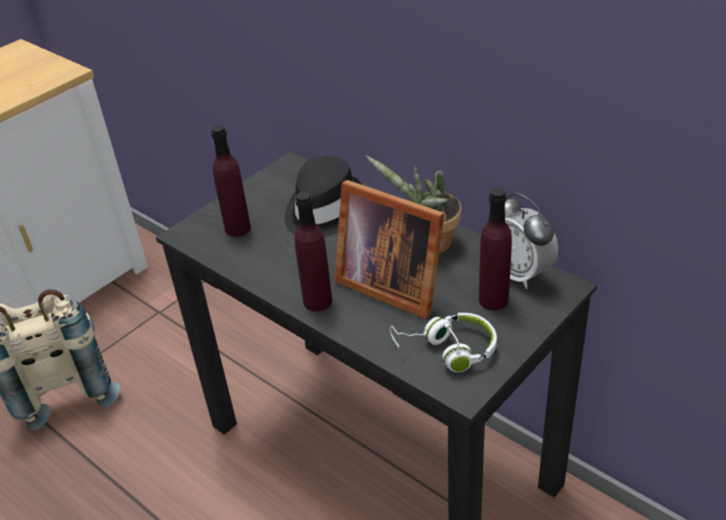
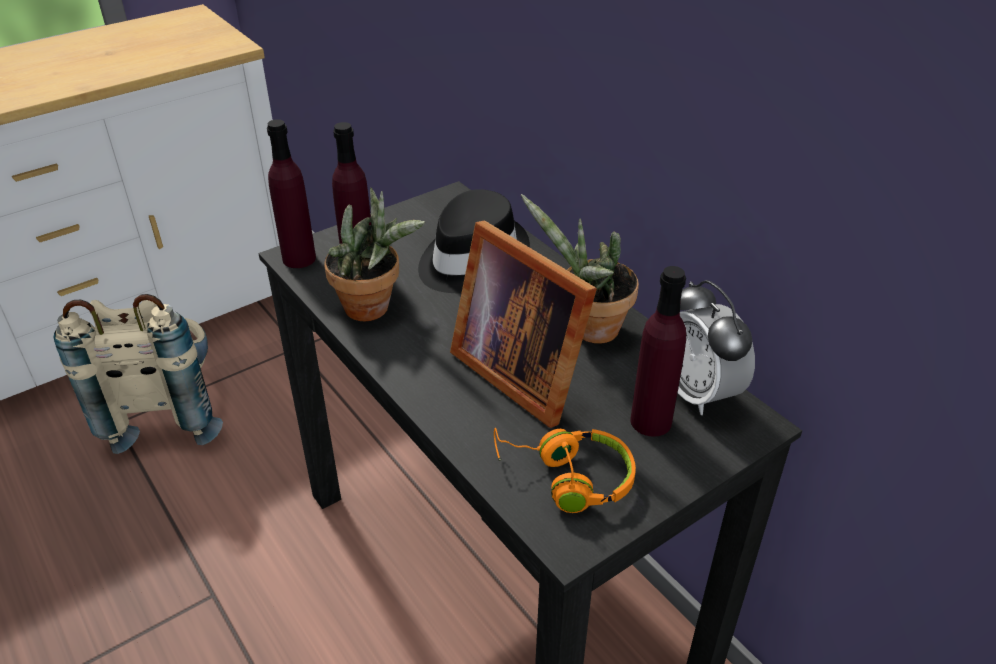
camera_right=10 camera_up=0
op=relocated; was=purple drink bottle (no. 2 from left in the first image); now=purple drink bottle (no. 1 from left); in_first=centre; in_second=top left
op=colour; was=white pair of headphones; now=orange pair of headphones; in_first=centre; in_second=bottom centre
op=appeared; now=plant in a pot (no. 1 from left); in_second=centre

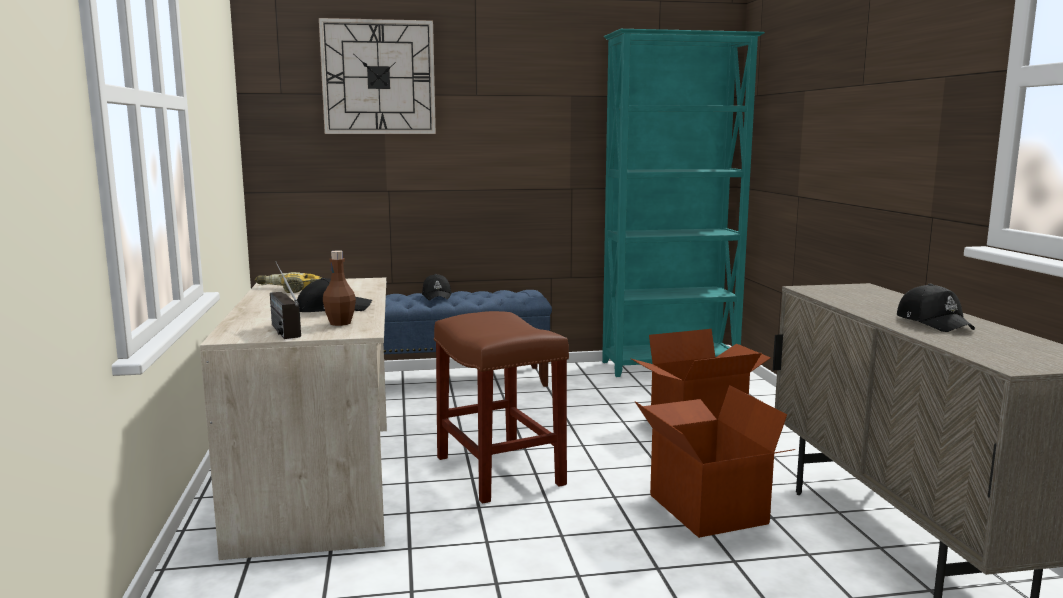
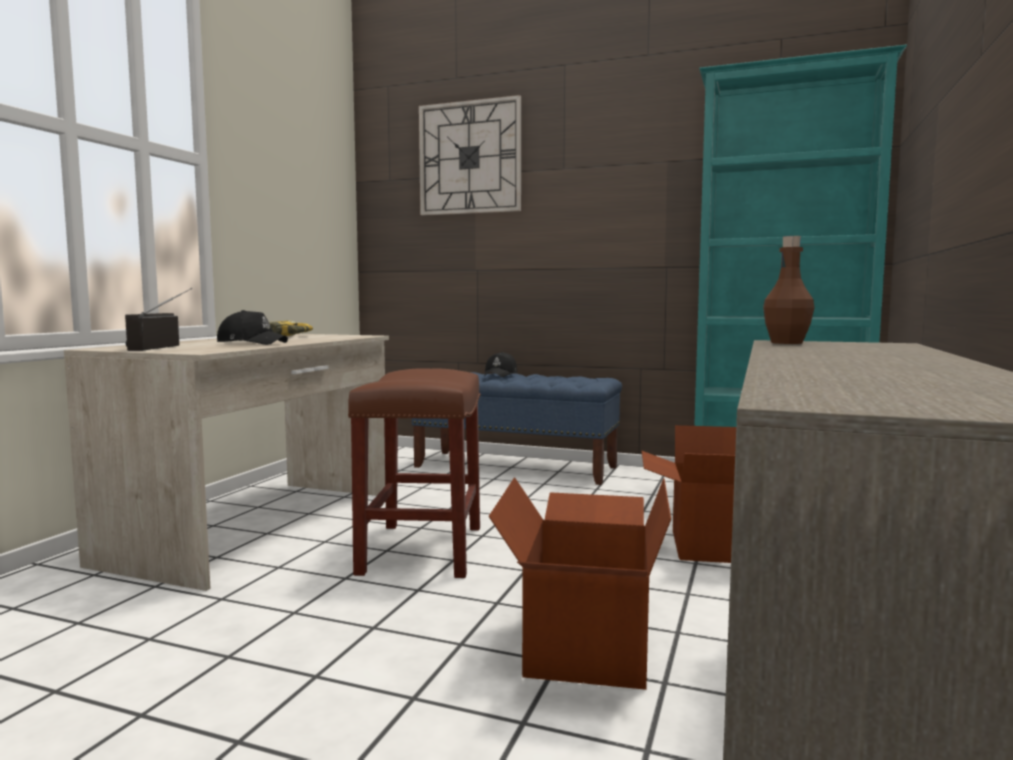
camera_right=30 camera_up=-5
op=relocated; was=brown-coloured drink bottle; in_first=middle left; in_second=middle right
op=missing; was=black cap (no. 3 from left); in_first=middle right

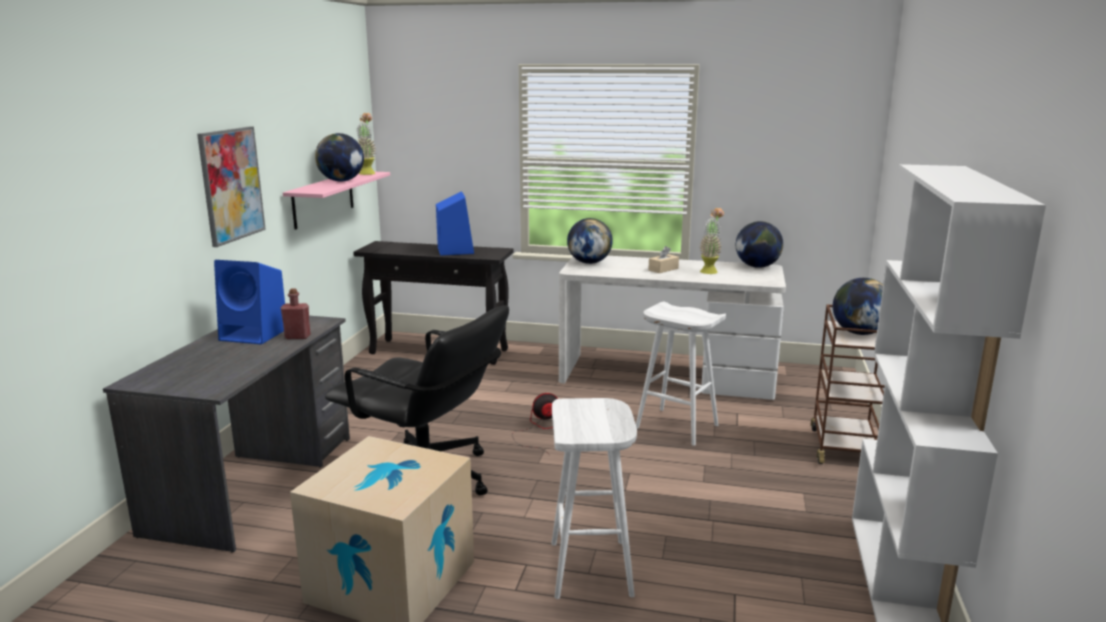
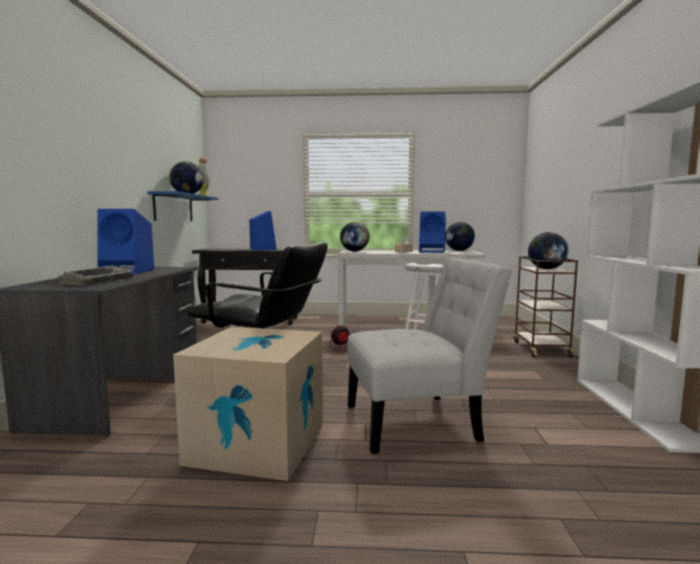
camera_right=-10 camera_up=-10
op=missing; was=wall picture; in_first=top left
op=missing; was=red-coloured drink bottle; in_first=middle left
op=colour; was=pinkish wall shelf; now=blue wall shelf; in_first=top left; in_second=middle left
op=exchanged; was=white stool seat (no. 1 from left); now=white plain chair; in_first=bottom centre; in_second=centre
op=exchanged; was=plant in a pot (no. 2 from left); now=blue loudspeaker (no. 3 from left); in_first=centre; in_second=centre
op=appeared; now=PC keyboard; in_second=middle left

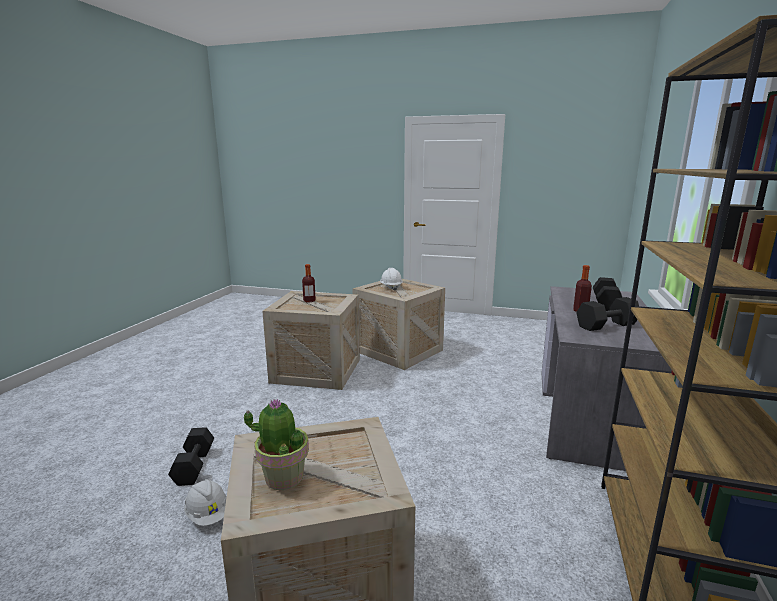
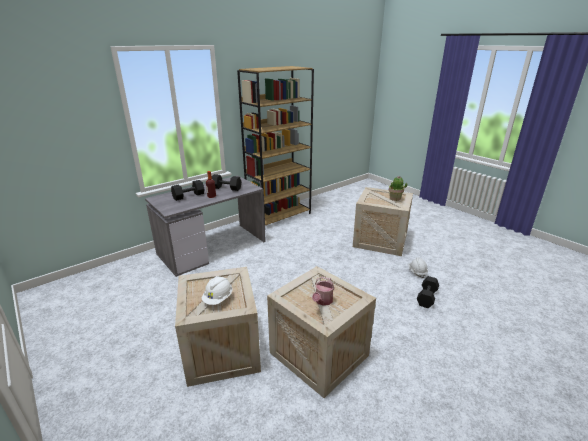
camera_right=-145 camera_up=10
op=exchanged; was=drink bottle (no. 1 from left); now=watering can; in_first=centre; in_second=centre

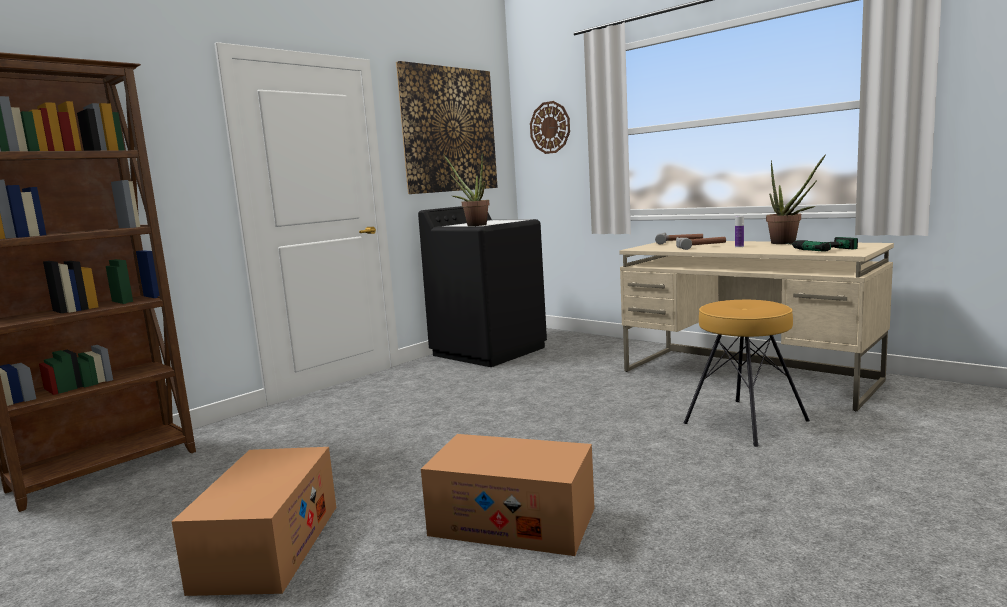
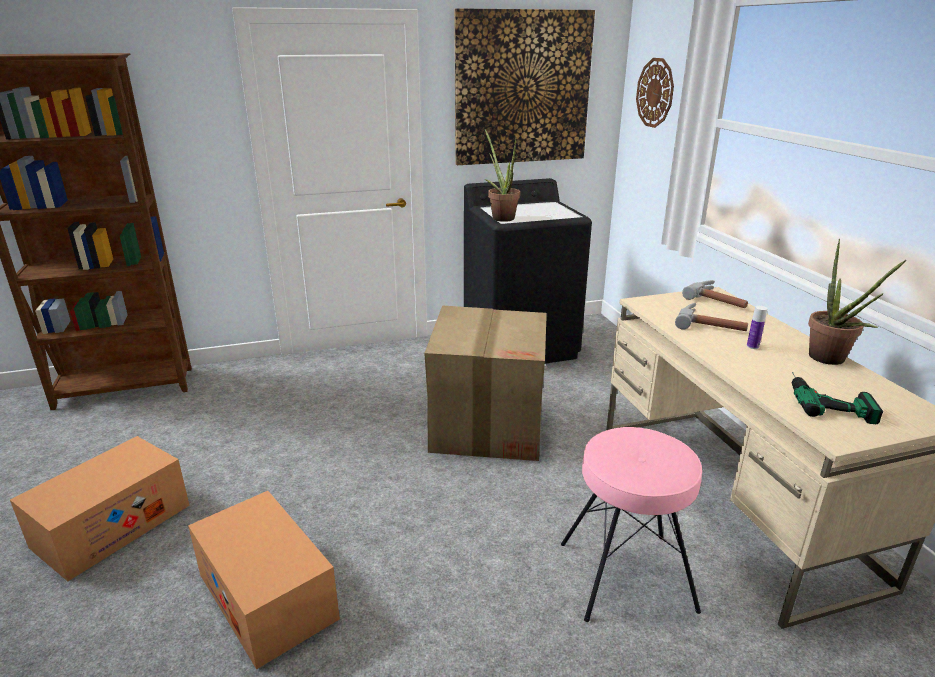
camera_right=30 camera_up=15
op=colour; was=brown-coloured stool seat; now=pinkish stool seat; in_first=middle right; in_second=bottom right
op=appeared; now=cardboard box (no. 3 from left); in_second=centre

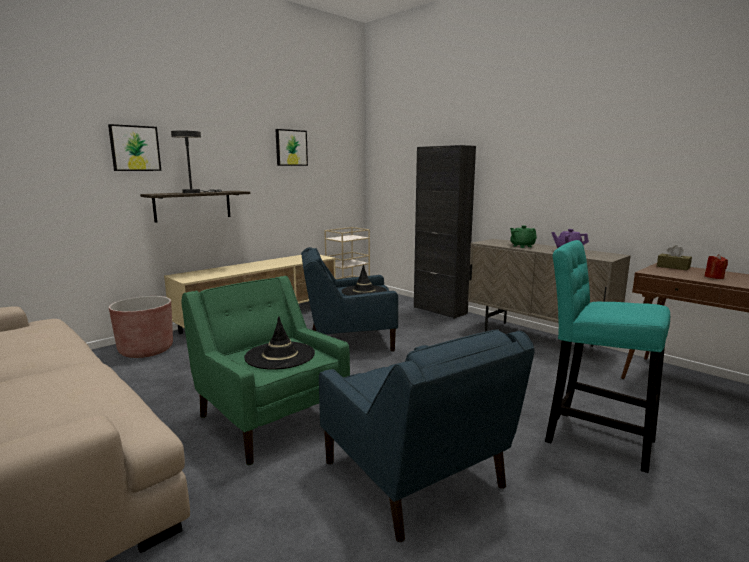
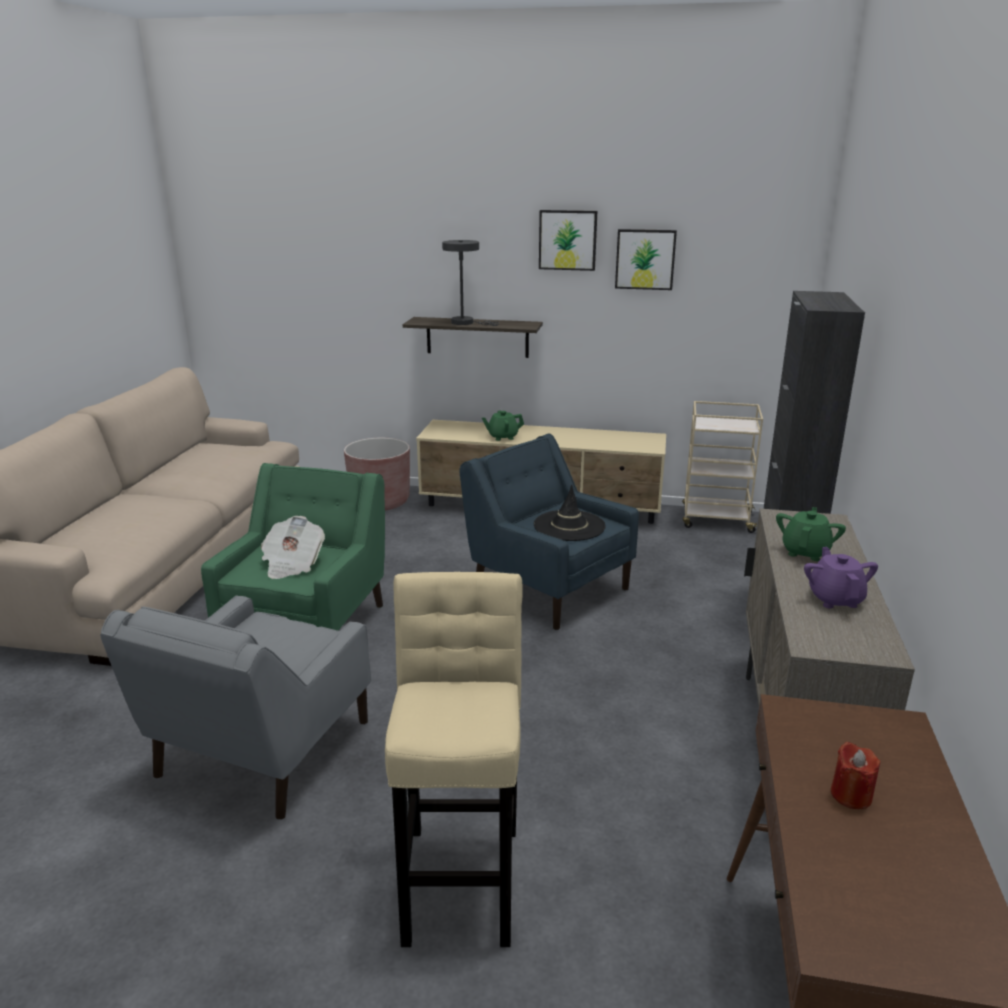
camera_right=55 camera_up=10
op=relocated; was=wall picture (no. 1 from left); in_first=top left; in_second=top centre
op=exchanged; was=black hat (no. 1 from left); now=newspaper; in_first=centre; in_second=middle left
op=colour; was=blue lounge chair (no. 2 from left); now=greyish lounge chair; in_first=bottom centre; in_second=bottom left
op=colour; was=turquoise stool seat; now=beige stool seat; in_first=middle right; in_second=bottom centre
op=missing; was=brown-coloured tissue box; in_first=middle right
op=appeared; now=greenish tea pot (no. 1 from left); in_second=centre

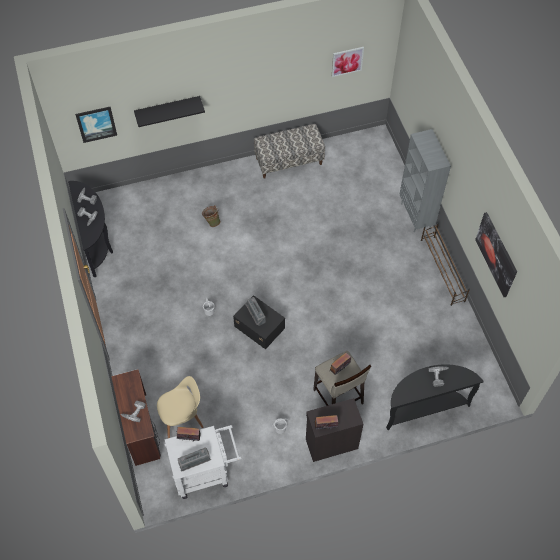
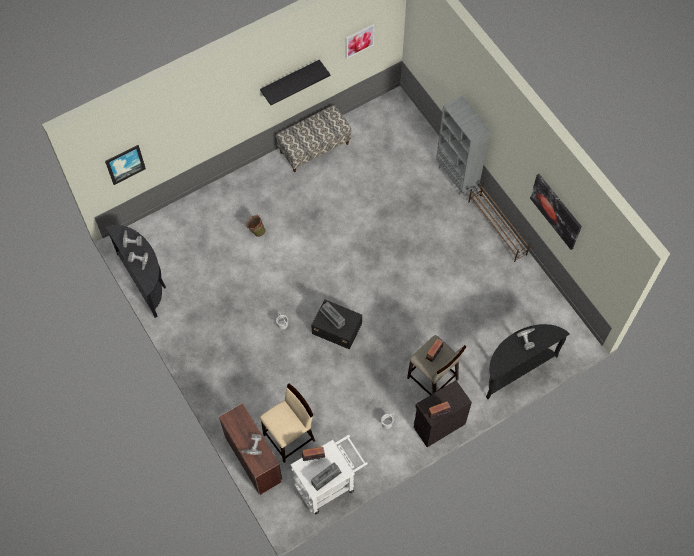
camera_right=-15 camera_up=5
op=relocated; was=black wall shelf; in_first=top left; in_second=top centre
op=exchanged; was=beige plain chair; now=beige stool seat (no. 1 from left); in_first=bottom left; in_second=bottom centre

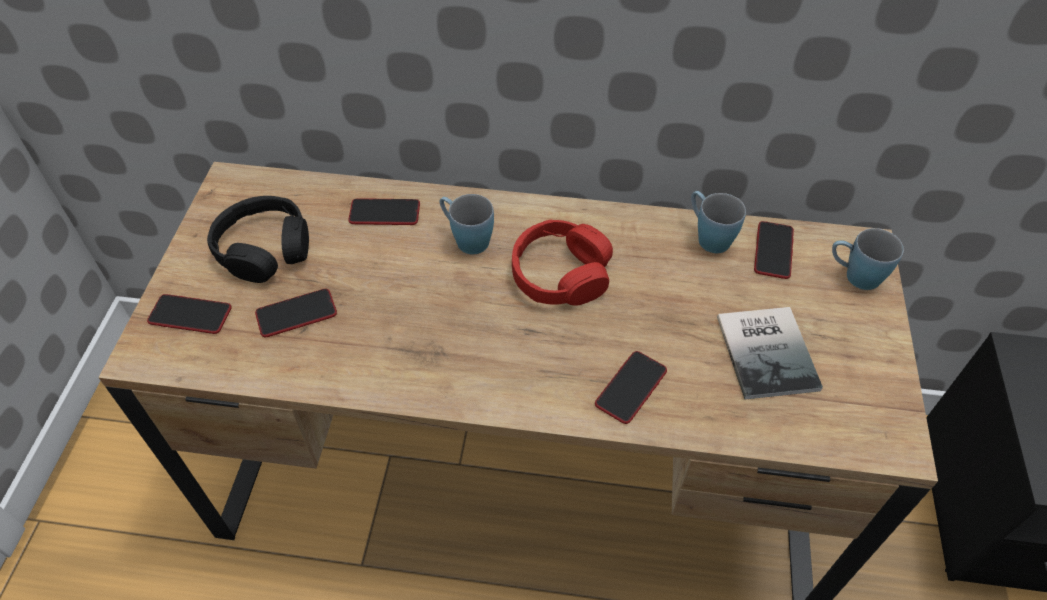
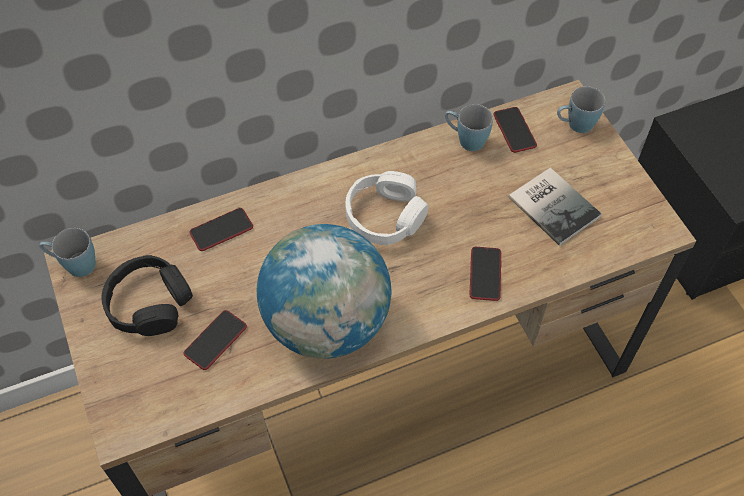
camera_right=-30 camera_up=5
op=missing; was=handset (no. 1 from left); in_first=middle left
op=relocated; was=blue coffee mug (no. 1 from left); in_first=centre; in_second=middle left
op=colour; was=red-coloured pair of headphones; now=white pair of headphones; in_first=centre; in_second=centre
op=appeared; now=globe; in_second=centre

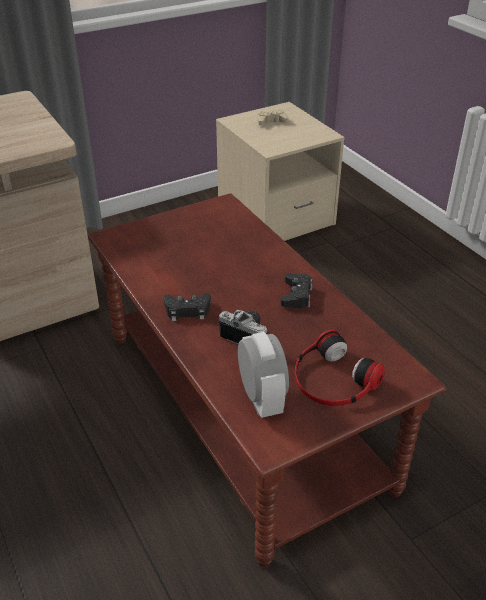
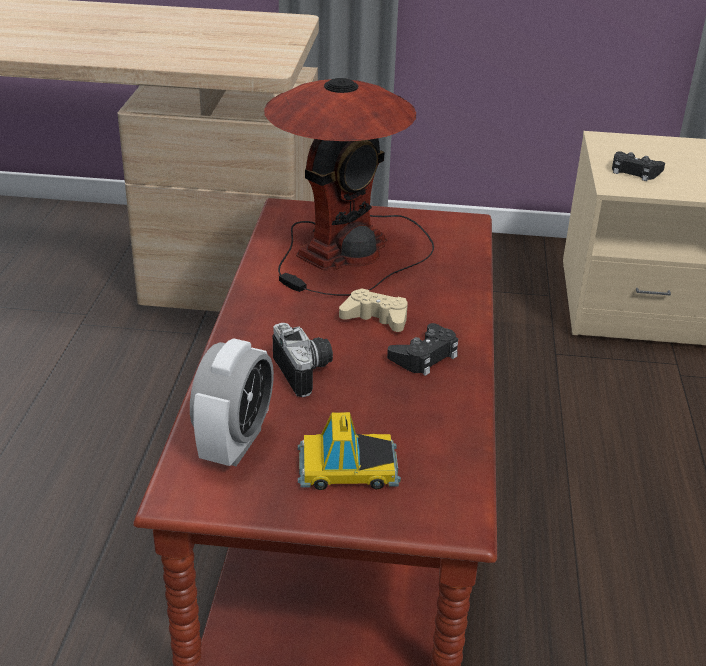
camera_right=35 camera_up=-5
op=relocated; was=black game controller (no. 1 from left in the first image); now=black game controller (no. 2 from left); in_first=centre; in_second=top right
op=relocated; was=beige game controller; in_first=top centre; in_second=centre
op=exchanged; was=pair of headphones; now=toy car; in_first=middle right; in_second=bottom centre
op=appeared; now=lamp for a table; in_second=top centre

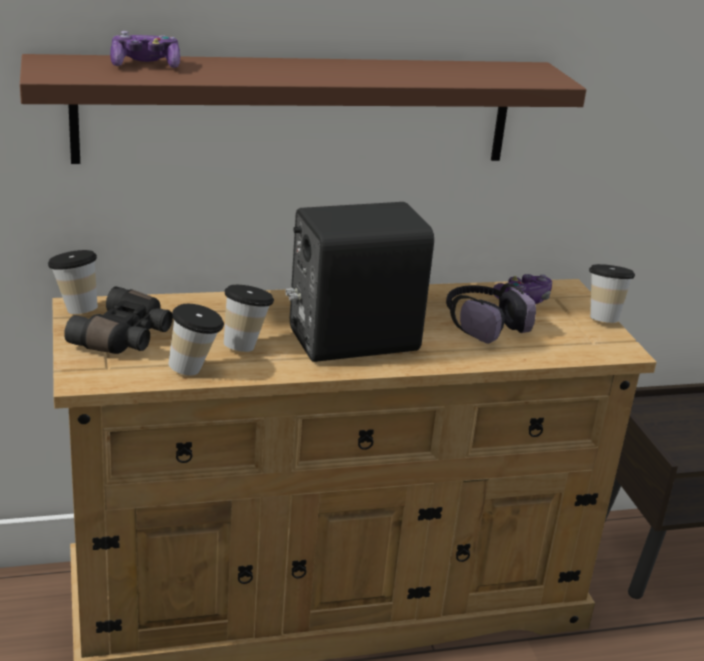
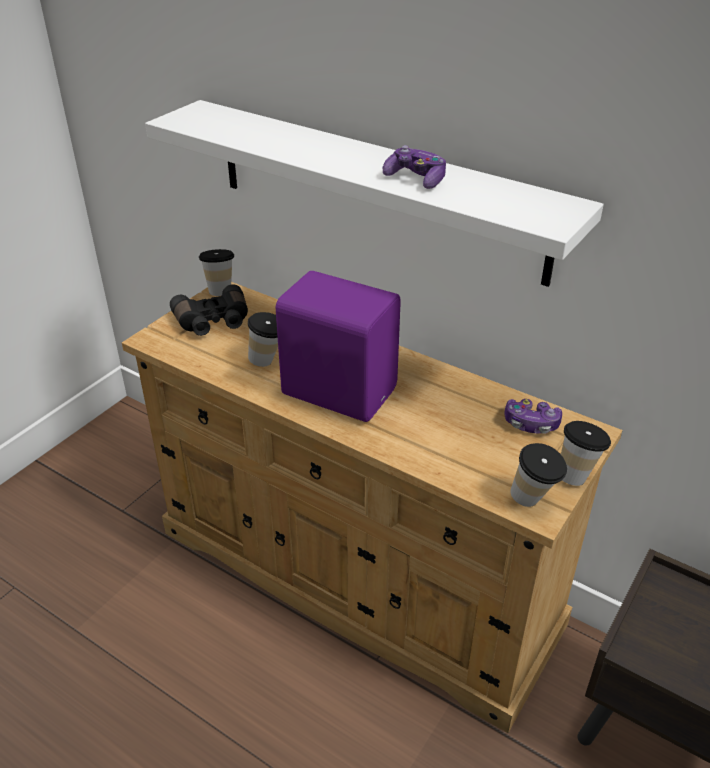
camera_right=50 camera_up=10
op=colour; was=brown-coloured wall shelf; now=white wall shelf; in_first=top centre; in_second=top centre
op=relocated; was=game controller (no. 1 from left); in_first=top left; in_second=top centre
op=relocated; was=cup (no. 2 from left in the first image); now=cup (no. 3 from left); in_first=middle left; in_second=middle right
op=colour; was=black loudspeaker; now=purple loudspeaker; in_first=centre; in_second=centre
op=missing; was=pair of headphones; in_first=middle right

